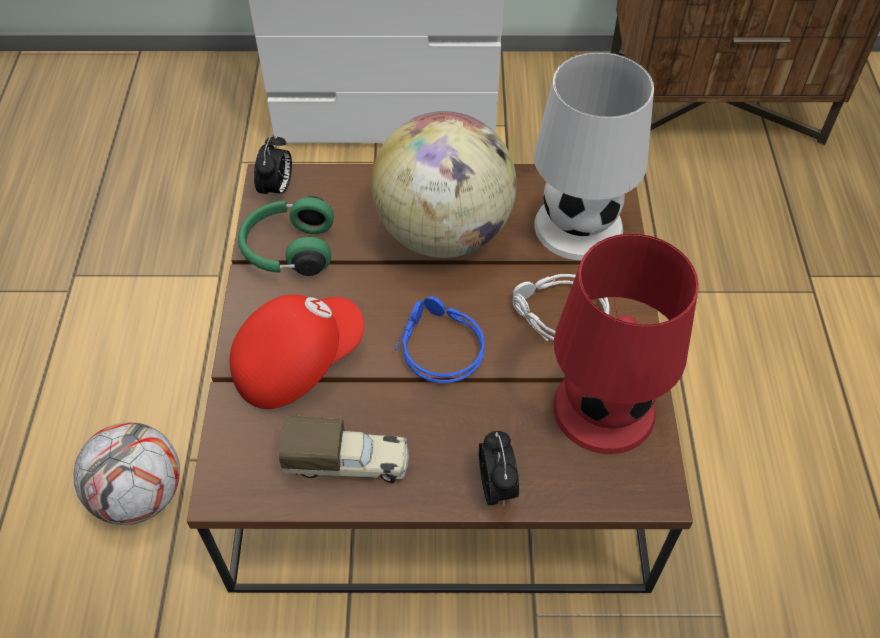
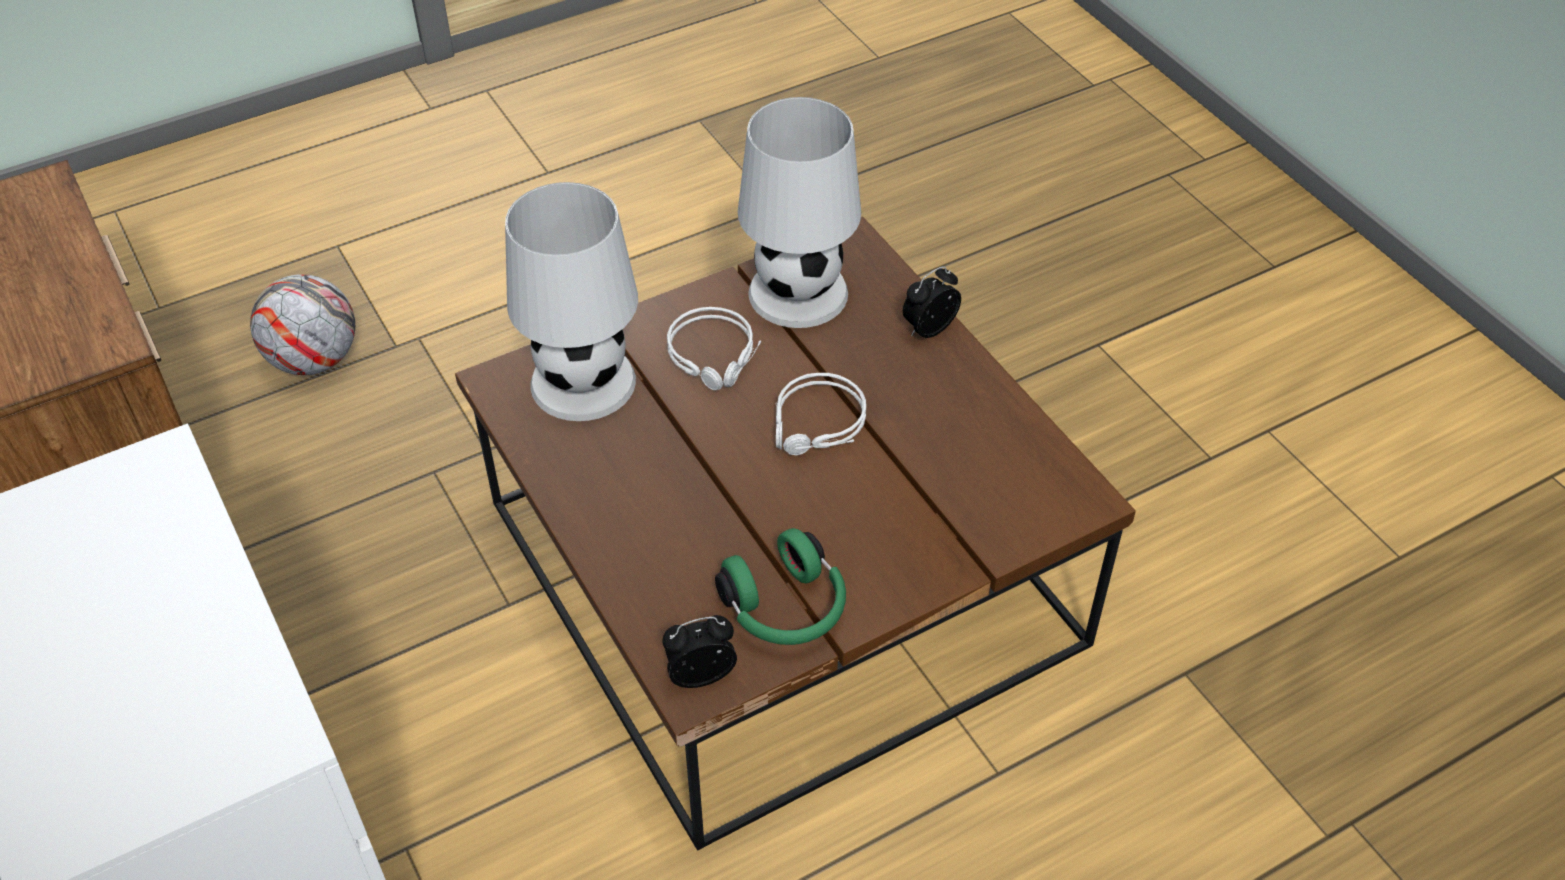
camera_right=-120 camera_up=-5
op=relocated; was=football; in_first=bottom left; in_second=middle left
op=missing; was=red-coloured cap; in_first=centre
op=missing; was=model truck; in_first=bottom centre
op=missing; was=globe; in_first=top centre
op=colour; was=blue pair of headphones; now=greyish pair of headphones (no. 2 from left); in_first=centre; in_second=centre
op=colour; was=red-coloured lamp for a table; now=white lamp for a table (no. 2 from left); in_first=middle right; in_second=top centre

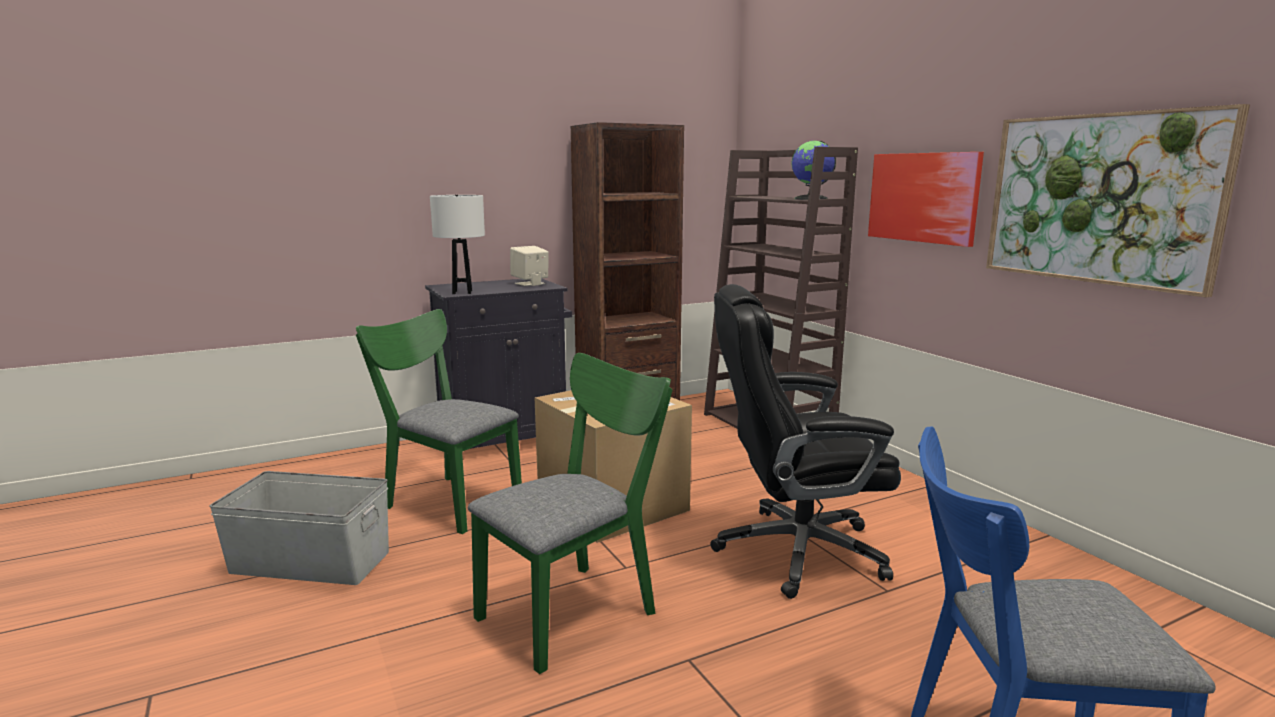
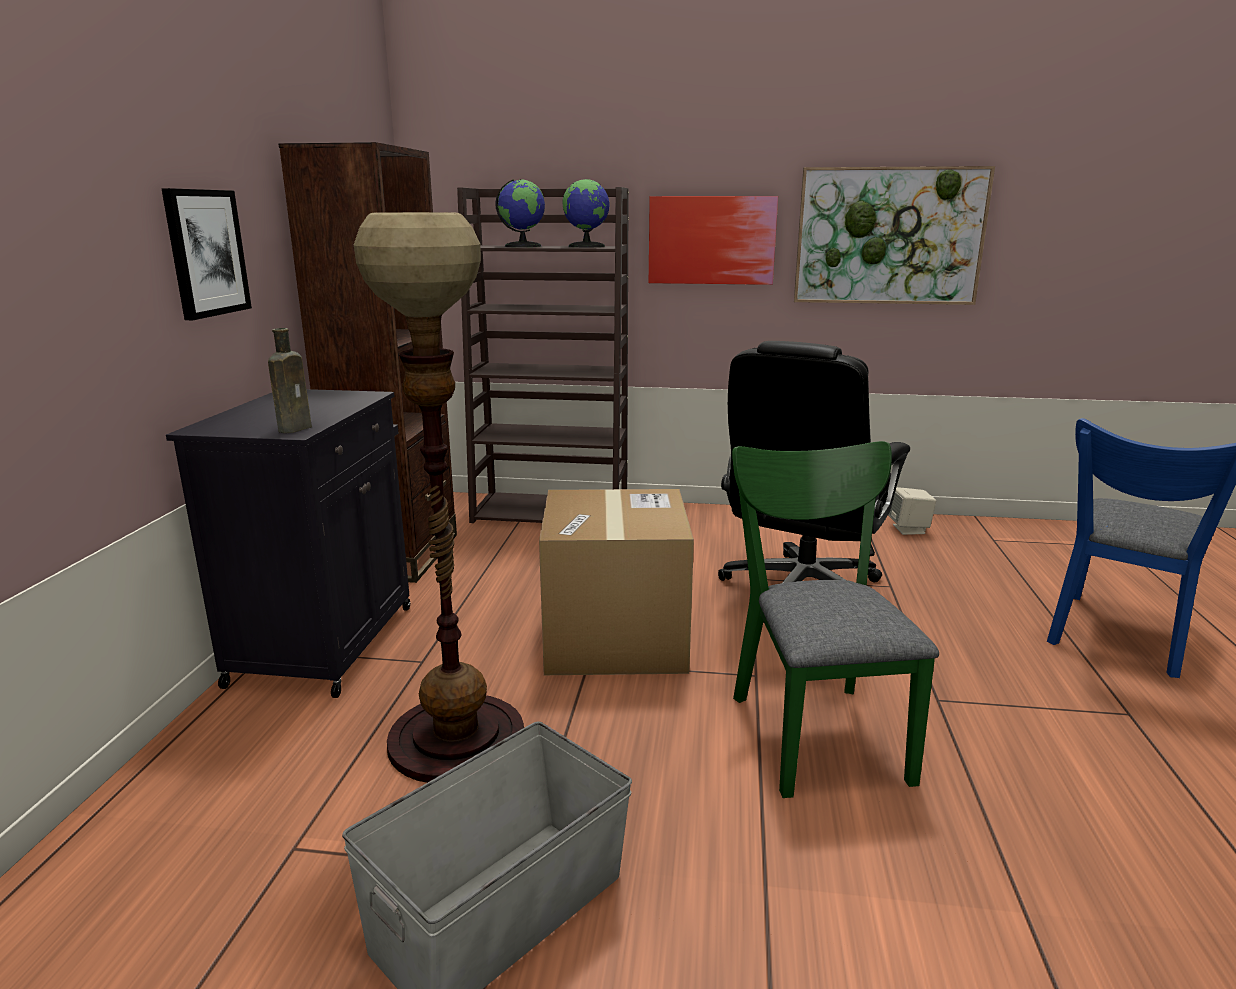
camera_right=-55 camera_up=5
op=exchanged; was=greenish plain chair (no. 1 from left); now=standing lamp; in_first=centre; in_second=centre
op=exchanged; was=white lamp for a table; now=brown-coloured drink bottle; in_first=centre; in_second=middle left
op=relocated; was=beige loudspeaker; in_first=centre; in_second=middle right
op=appeared; now=wall picture (no. 1 from left); in_second=top left
op=appeared; now=globe (no. 1 from left); in_second=top centre

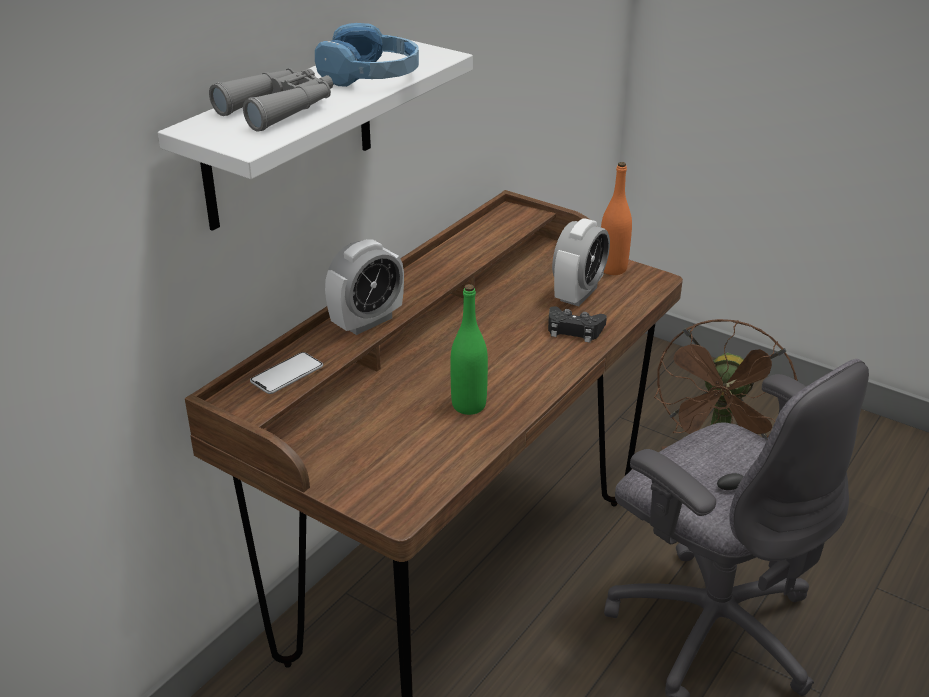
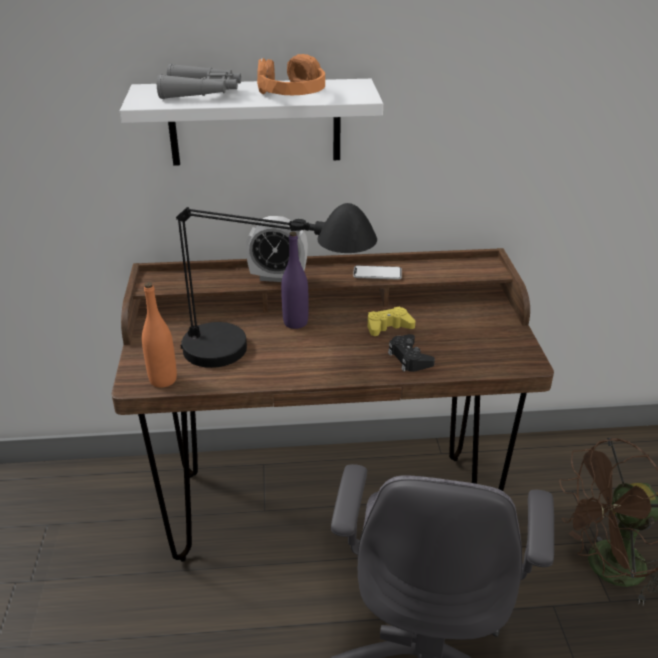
camera_right=50 camera_up=0
op=relocated; was=handset; in_first=middle left; in_second=centre
op=colour; was=blue pair of headphones; now=orange pair of headphones; in_first=top centre; in_second=top centre
op=exchanged; was=greenish drink bottle; now=black lamp for a table; in_first=centre; in_second=centre
op=missing; was=table clock (no. 2 from left); in_first=centre
op=relocated; was=orange drink bottle; in_first=top centre; in_second=middle left
op=appeared; now=purple drink bottle; in_second=centre
op=appeared; now=yellow game controller; in_second=centre

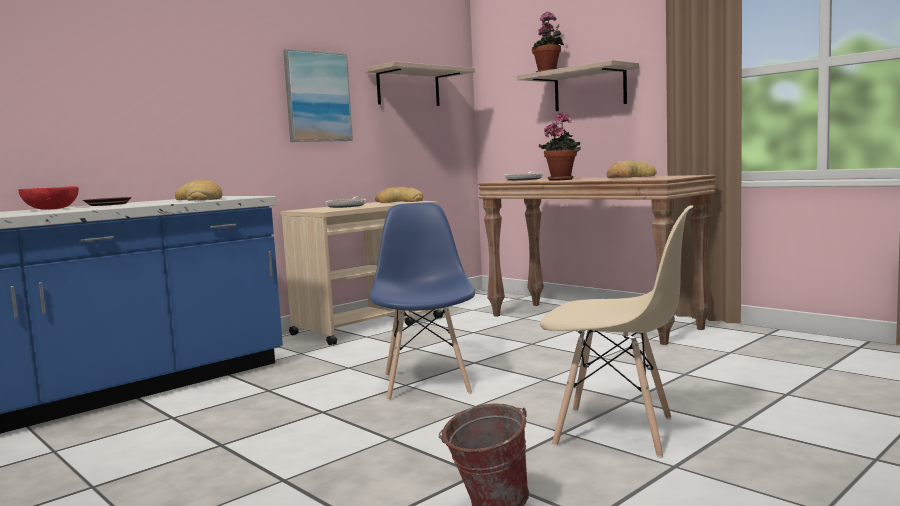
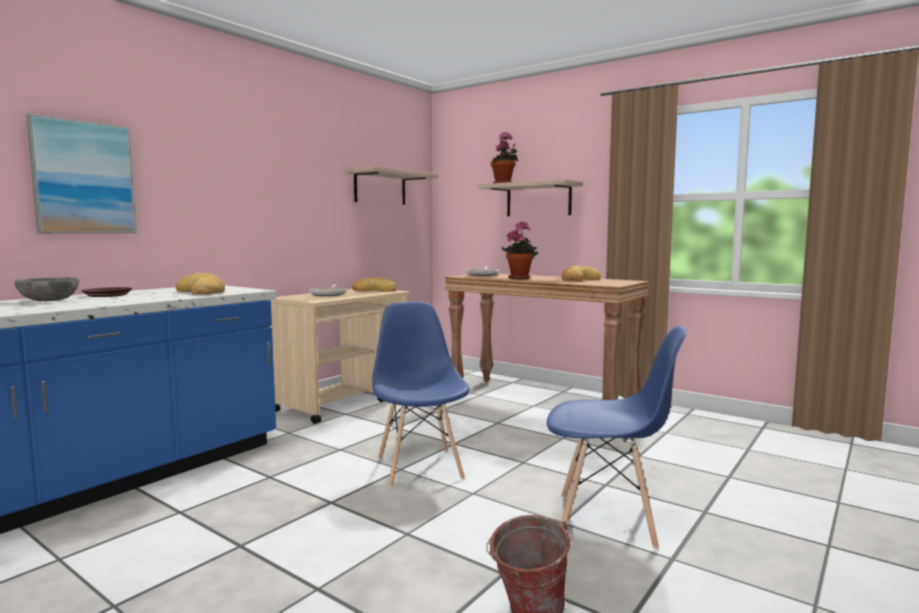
camera_right=-10 camera_up=0
op=colour; was=red-coloured bowl; now=greyish bowl; in_first=middle left; in_second=middle left
op=relocated; was=wall picture; in_first=top centre; in_second=top left
op=colour; was=beige plain chair; now=blue plain chair (no. 2 from left); in_first=middle right; in_second=bottom right

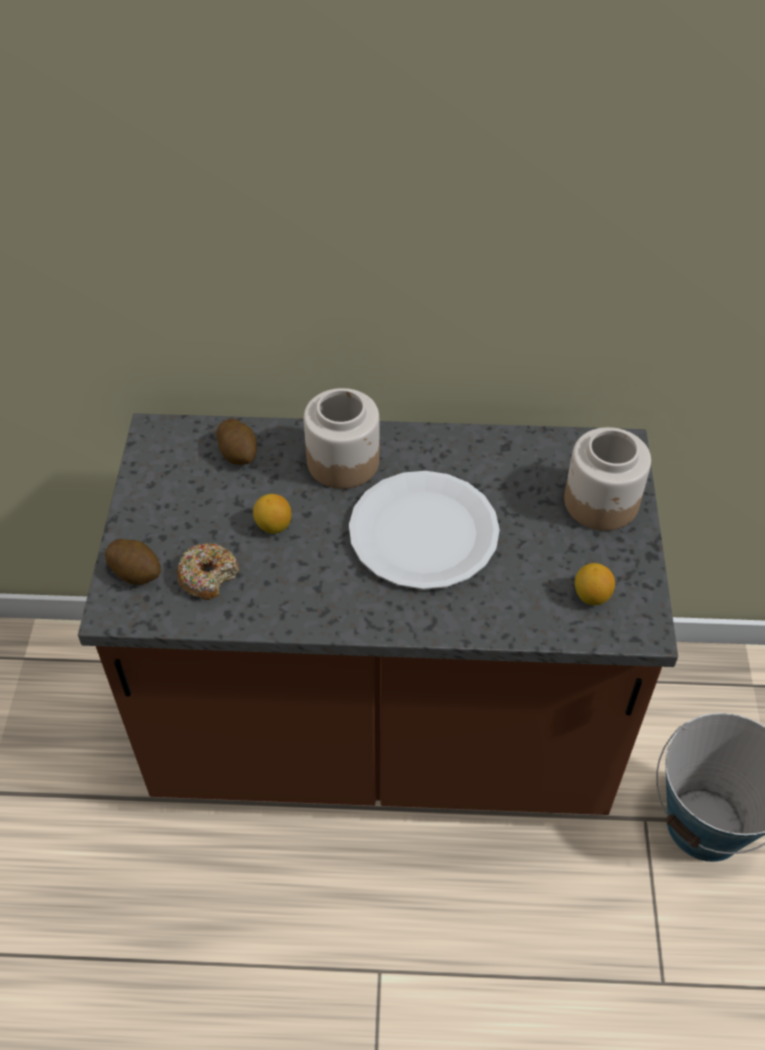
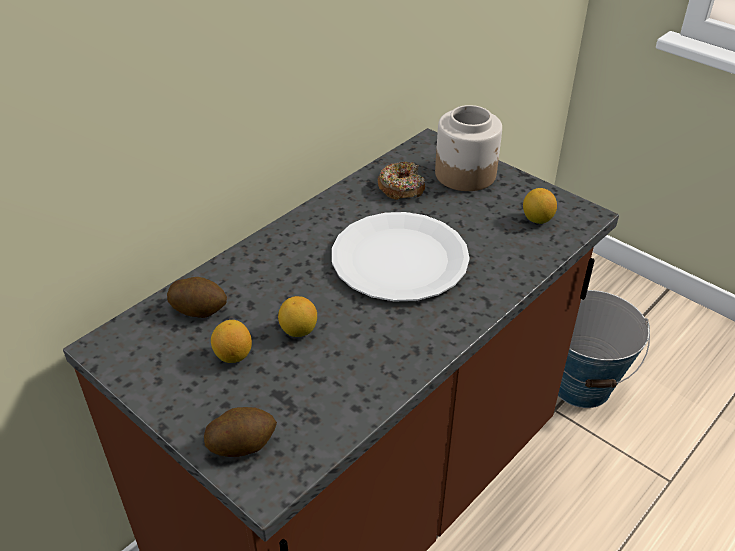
camera_right=-50 camera_up=-10
op=relocated; was=ring doughnut; in_first=middle left; in_second=top centre
op=missing; was=preserve jar (no. 1 from left); in_first=centre
op=appeared; now=whole lemon (no. 1 from left); in_second=middle left

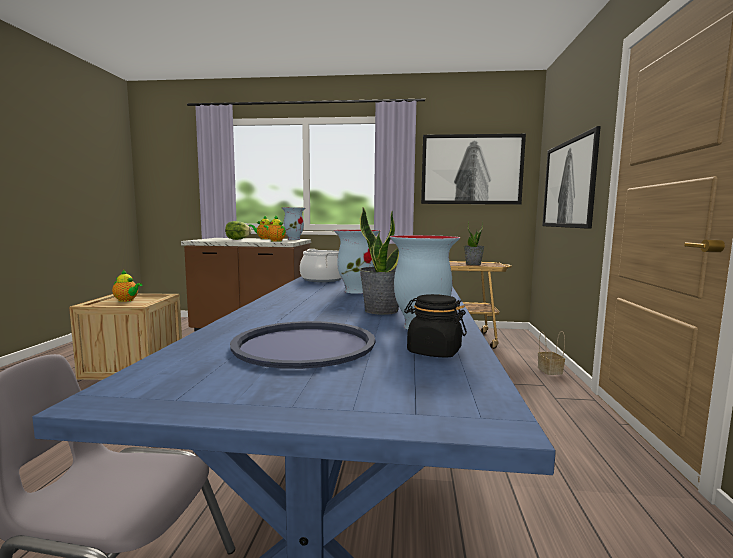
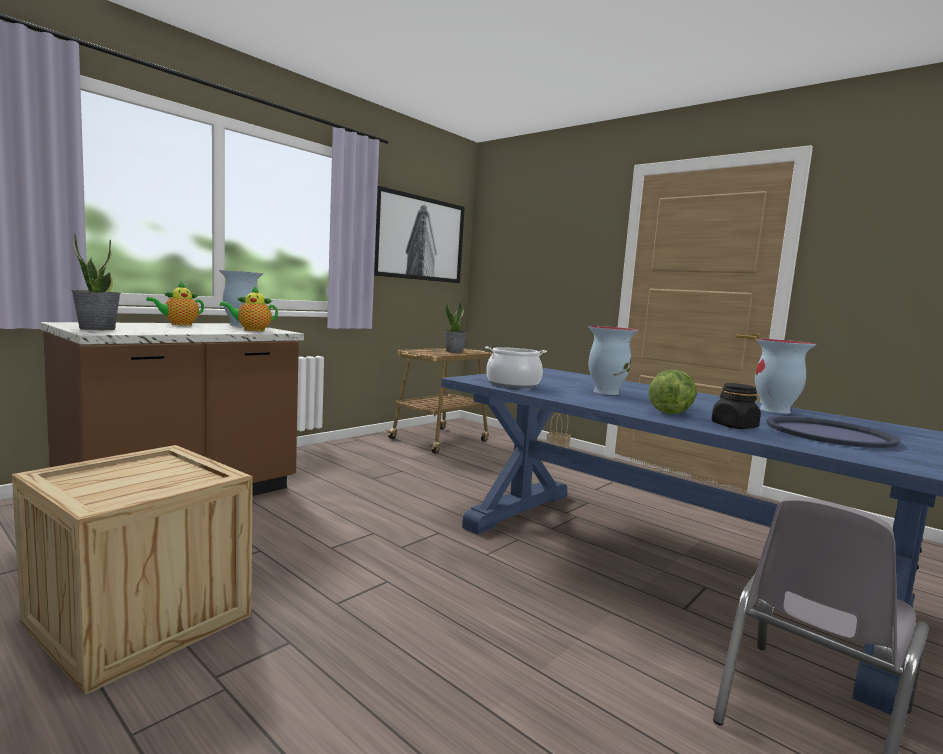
camera_right=-55 camera_up=0
op=missing; was=tea pot (no. 1 from left); in_first=middle left
op=relocated; was=lettuce head; in_first=middle left; in_second=middle right
op=relocated; was=plant in a pot (no. 1 from left); in_first=centre; in_second=middle left
op=relocated; was=black preserve jar; in_first=centre; in_second=middle right
op=missing; was=wall picture (no. 2 from left); in_first=top right

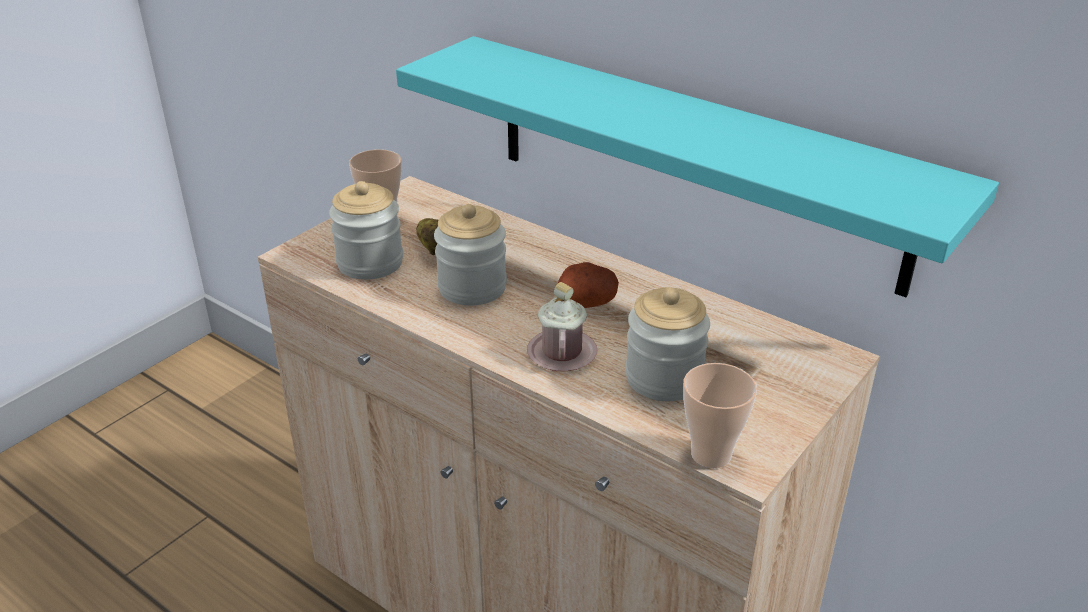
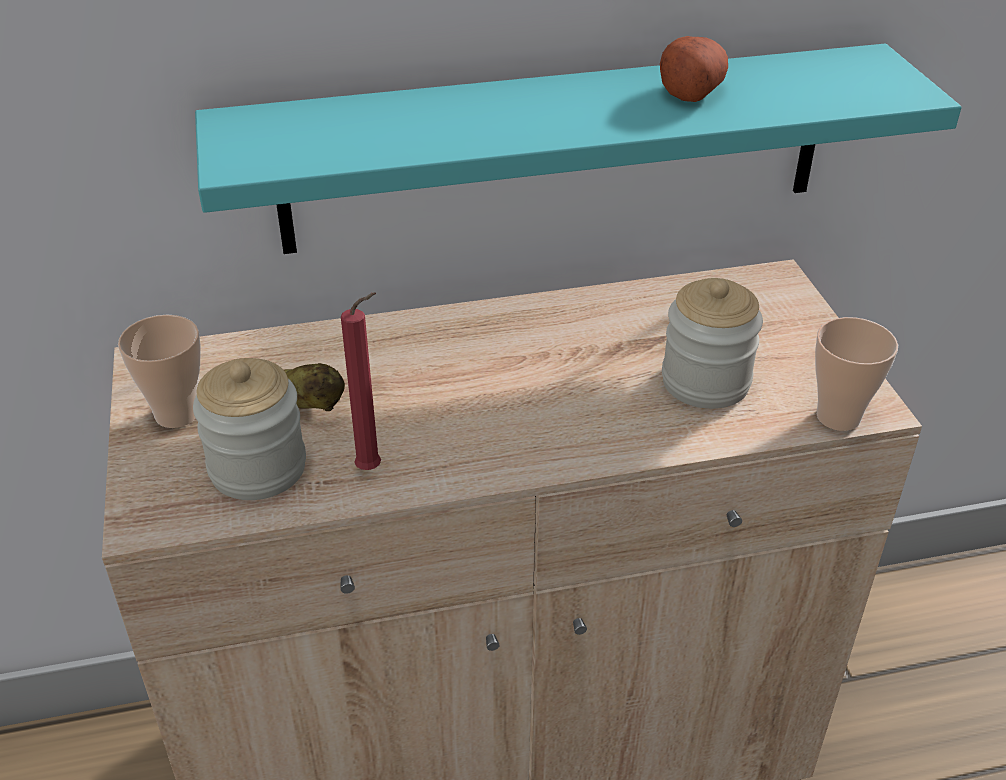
camera_right=-50 camera_up=5
op=missing; was=preserve jar (no. 2 from left); in_first=centre
op=missing; was=pinkish coffee mug; in_first=centre
op=relocated; was=potato (no. 2 from left); in_first=centre; in_second=top right
op=appeared; now=red-coloured wax light; in_second=centre

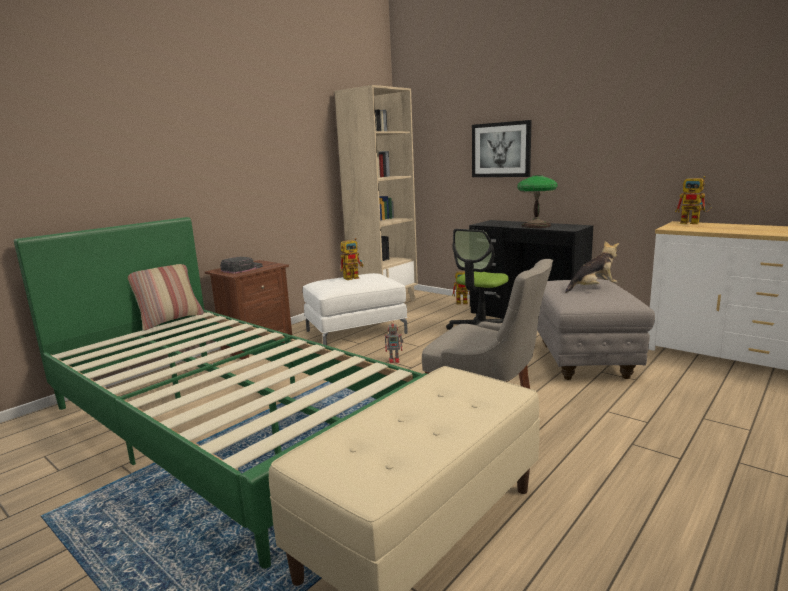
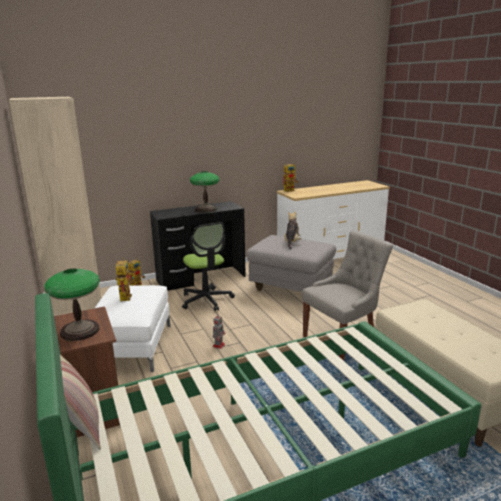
camera_right=-65 camera_up=5
op=exchanged; was=black cap; now=lamp for a table (no. 1 from left); in_first=middle left; in_second=middle left
op=missing; was=wall picture; in_first=top centre

